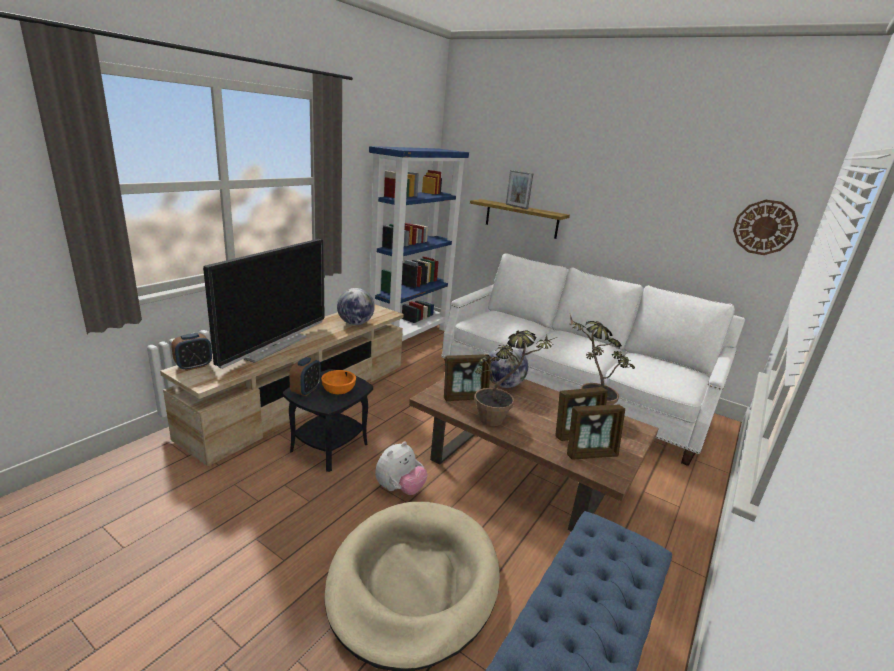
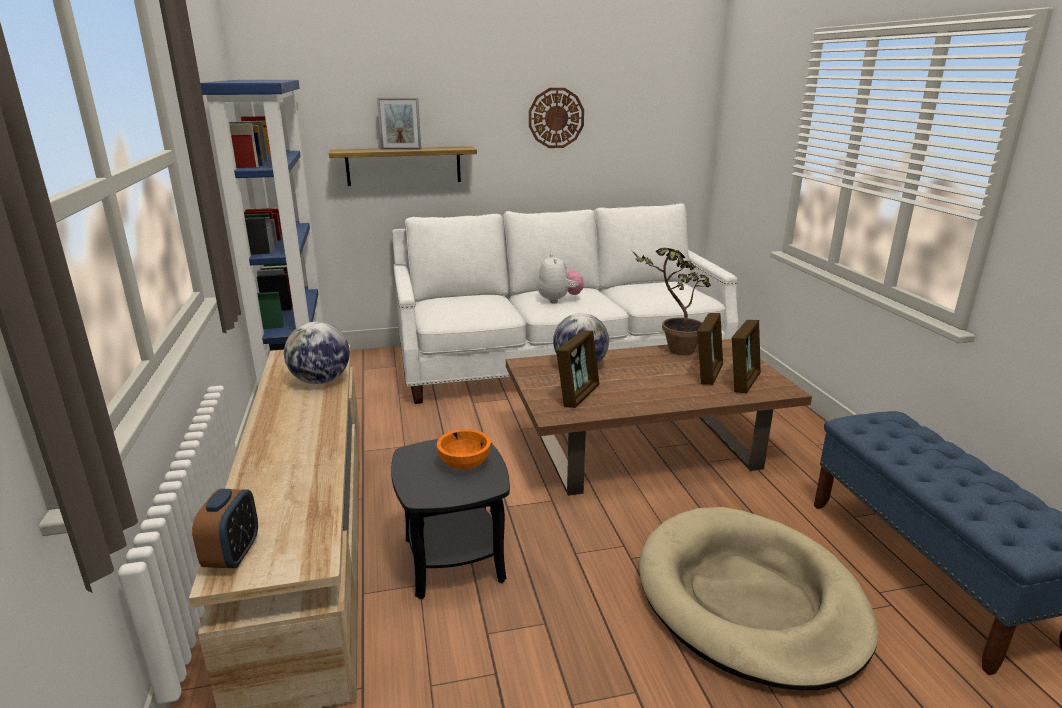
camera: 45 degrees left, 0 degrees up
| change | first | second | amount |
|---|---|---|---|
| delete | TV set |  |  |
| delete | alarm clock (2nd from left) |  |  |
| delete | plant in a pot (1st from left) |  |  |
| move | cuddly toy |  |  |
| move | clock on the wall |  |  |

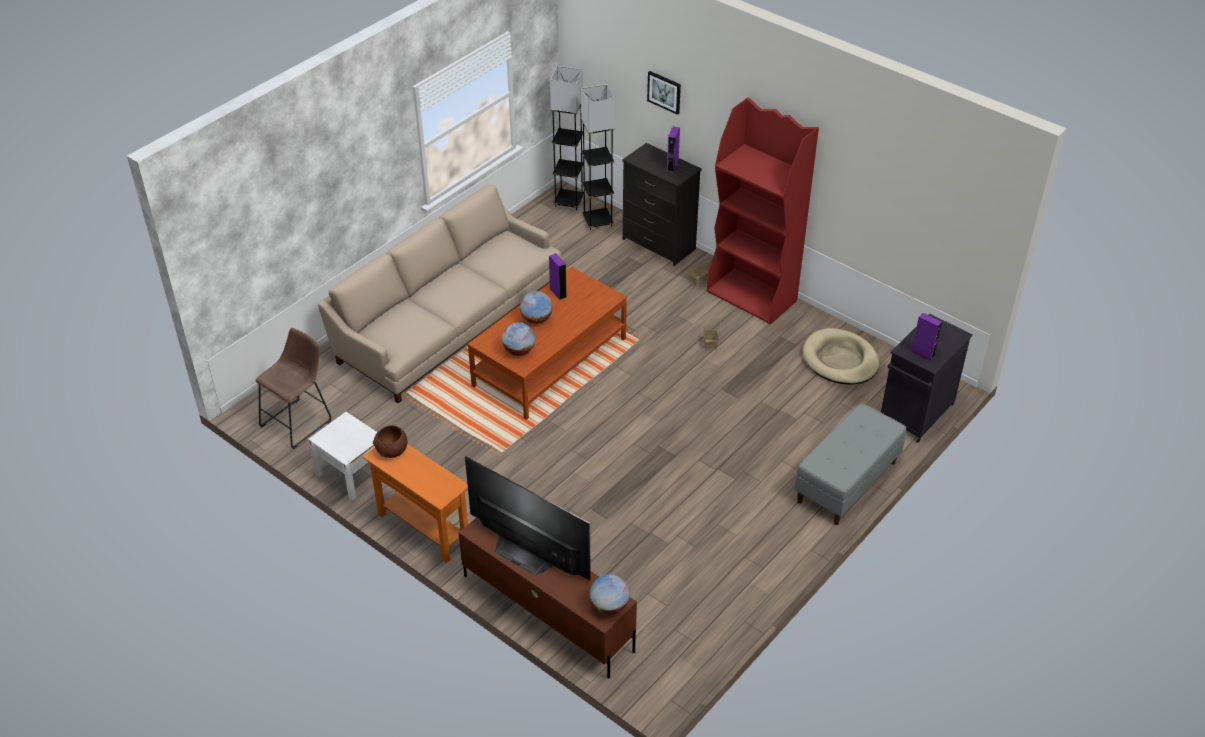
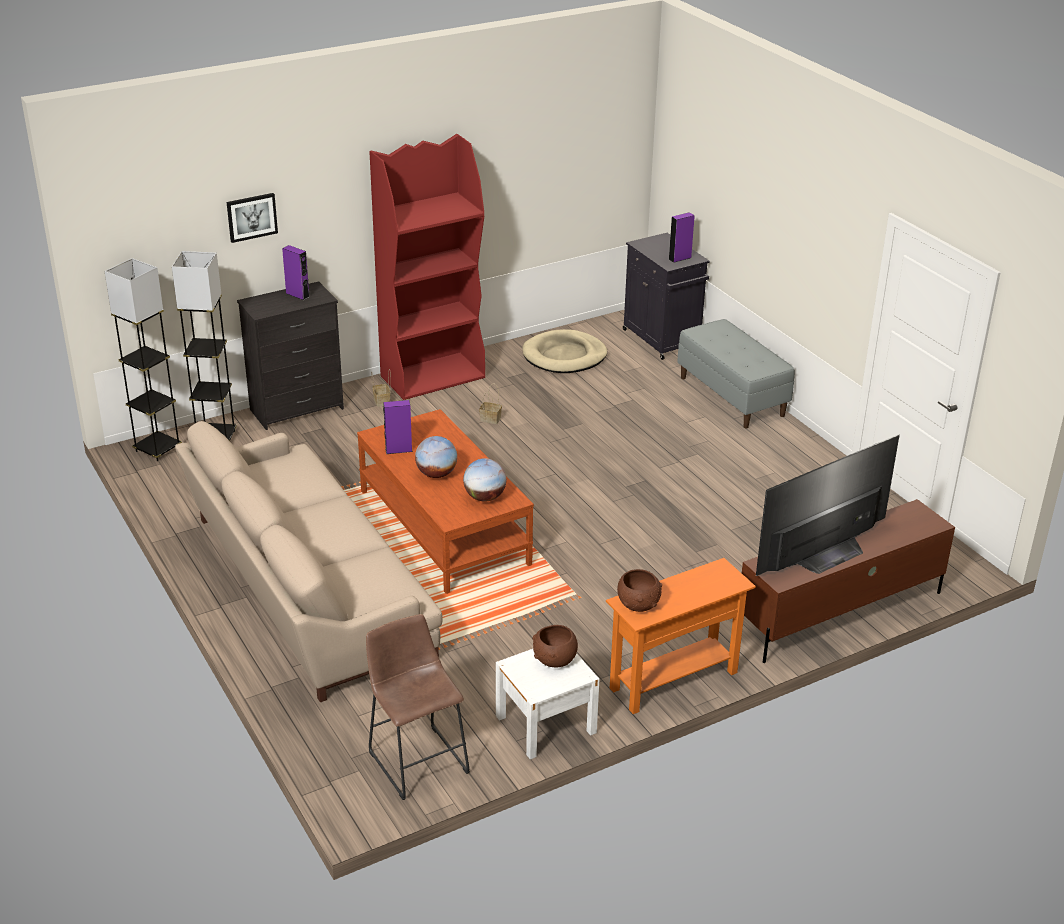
camera: 70 degrees left, 10 degrees down
| change | first | second | amount |
|---|---|---|---|
| delete | globe (3rd from left) |  |  |
| insert |  | brown-coloured deep dish (1st from left) |  |

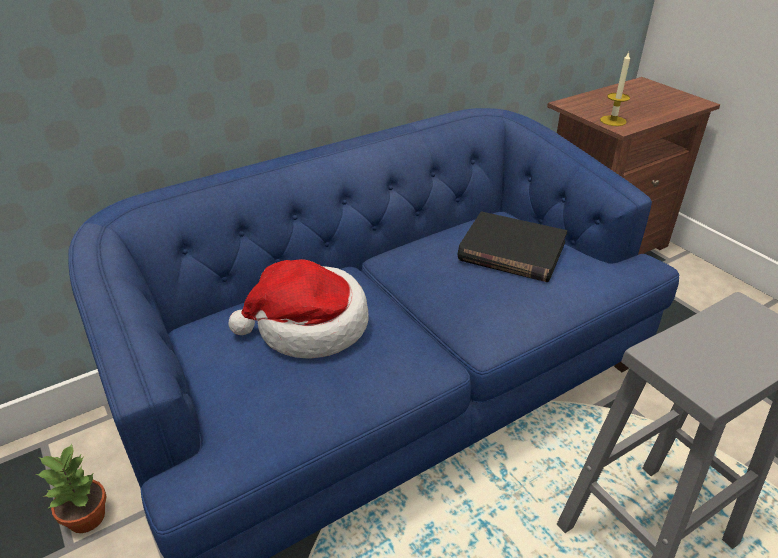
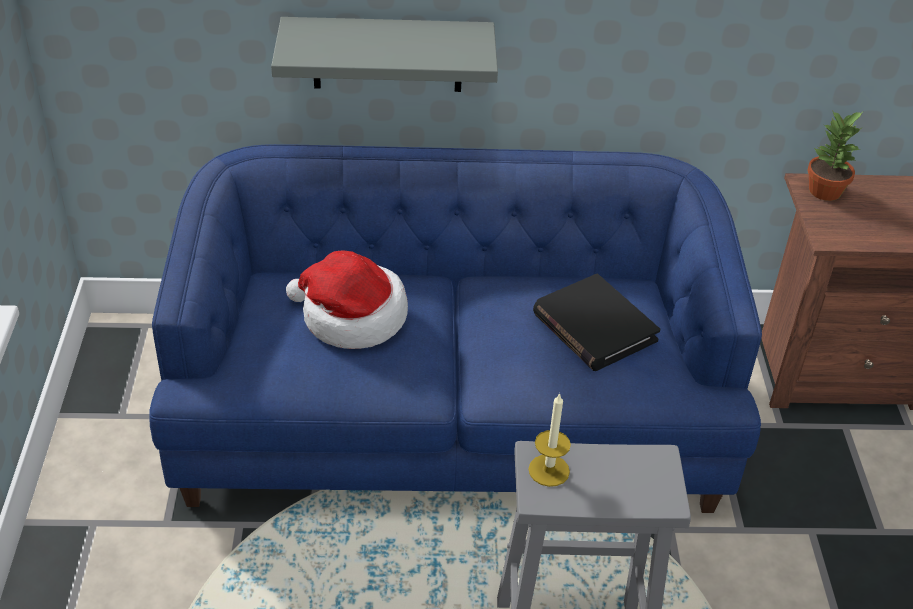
camera: 30 degrees right, 5 degrees up
| change | first | second | amount |
|---|---|---|---|
| insert |  | gray wall shelf |  |
| move | plant in a pot |  |  |
| move | wax candle |  |  |

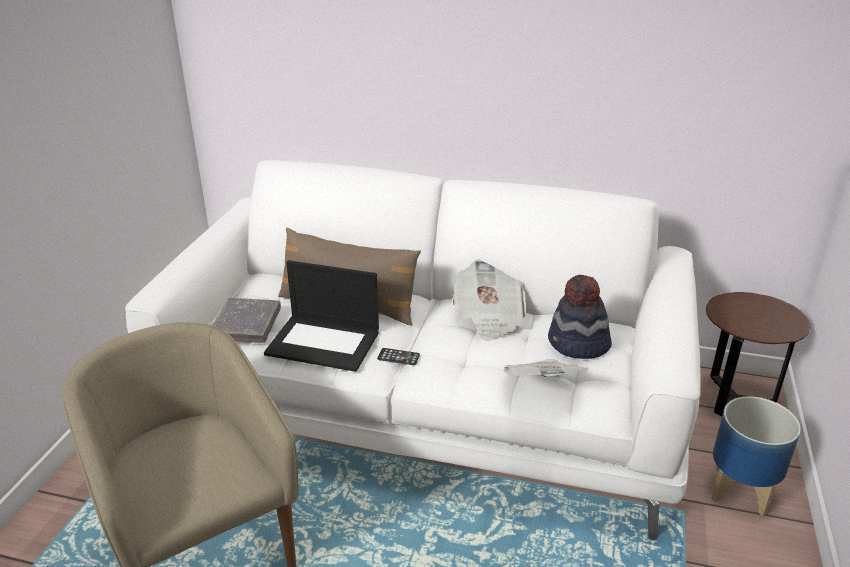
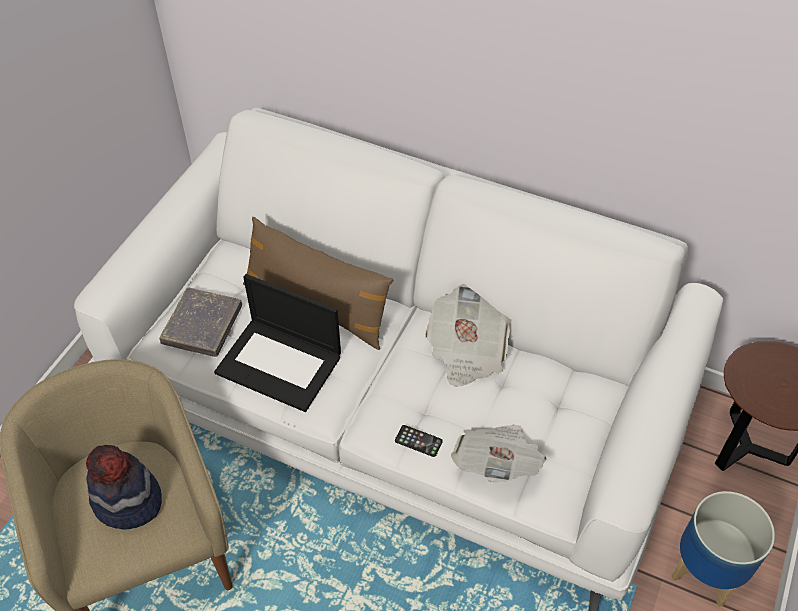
camera: 10 degrees right, 20 degrees up
| change | first | second | amount |
|---|---|---|---|
| move | handset |  |  |
| move | hat |  |  |

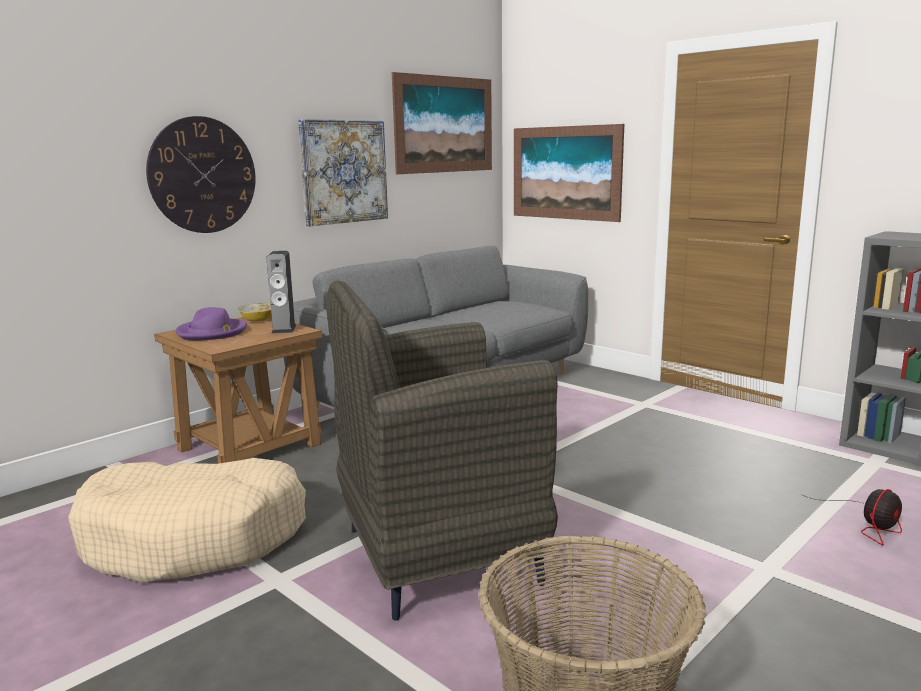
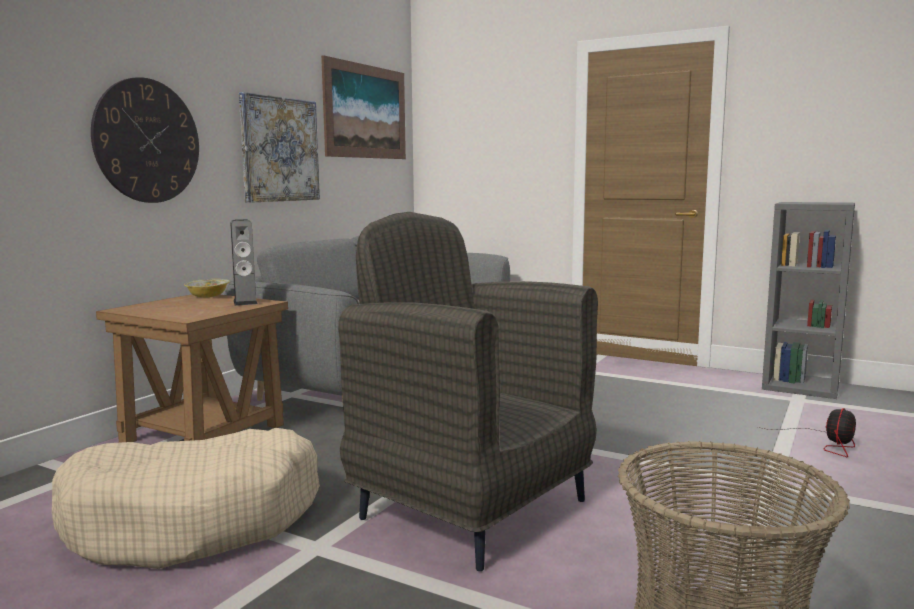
camera: 15 degrees left, 5 degrees down
| change | first | second | amount |
|---|---|---|---|
| delete | purple hat |  |  |
| delete | wall art (3rd from left) |  |  |
| rotate | gray lounge chair |  | 75 degrees clockwise |

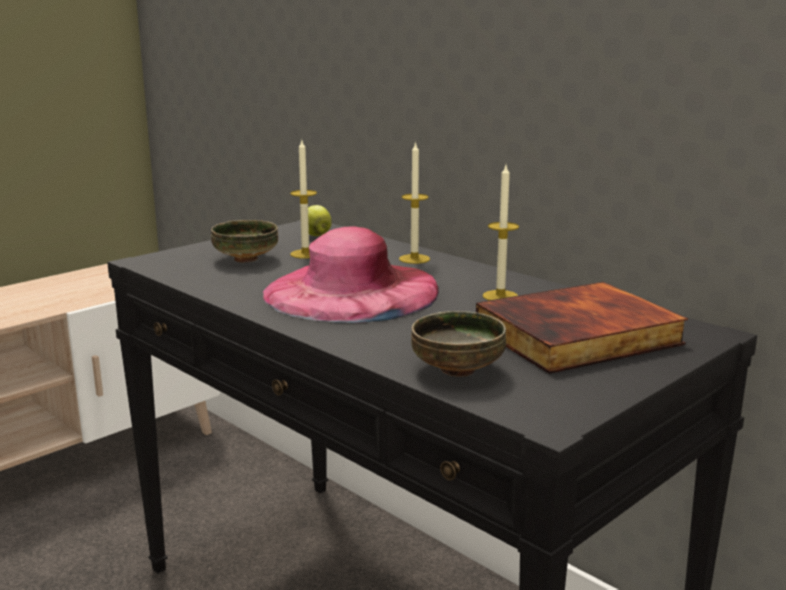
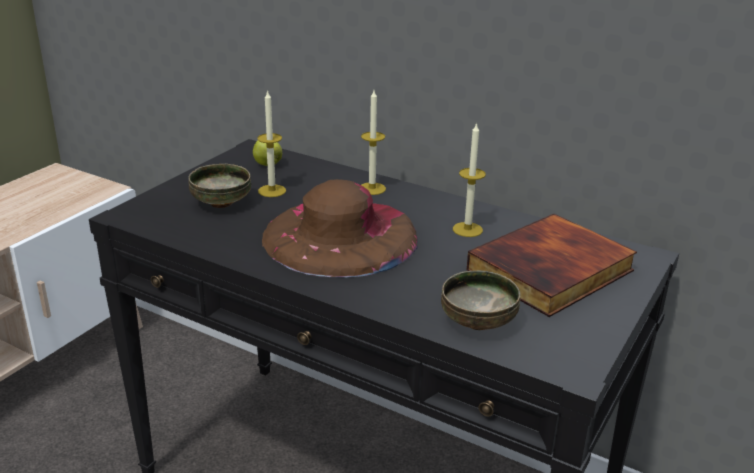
camera: 15 degrees left, 10 degrees up
| change | first | second | amount |
|---|---|---|---|
| recolor | pinkish hat | brown-coloured hat |  |

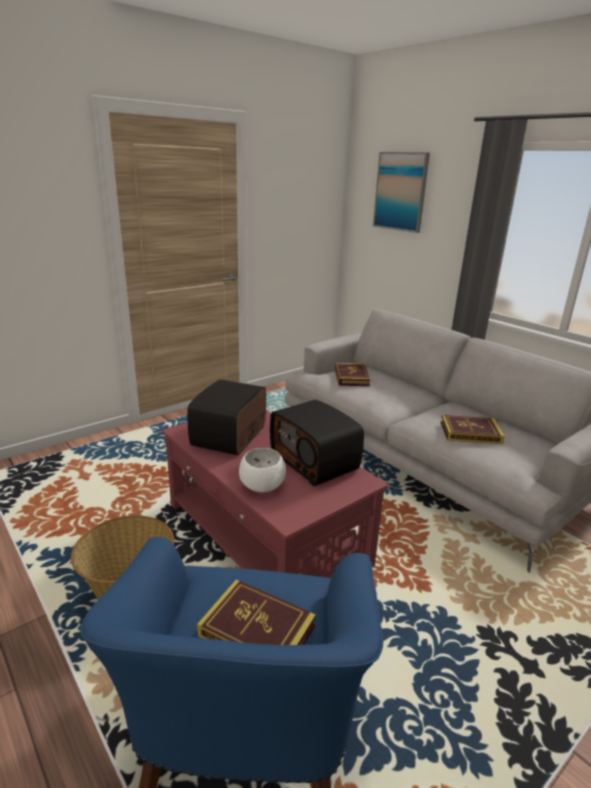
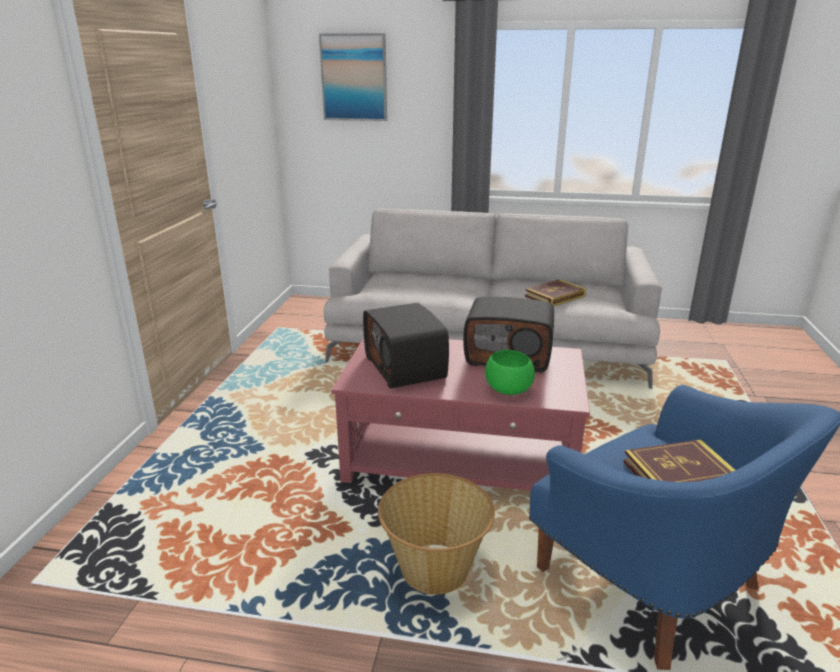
camera: 40 degrees left, 0 degrees up
| change | first | second | amount |
|---|---|---|---|
| delete | book (2nd from left) |  |  |
| recolor | white-coloured deep dish | green deep dish |  |

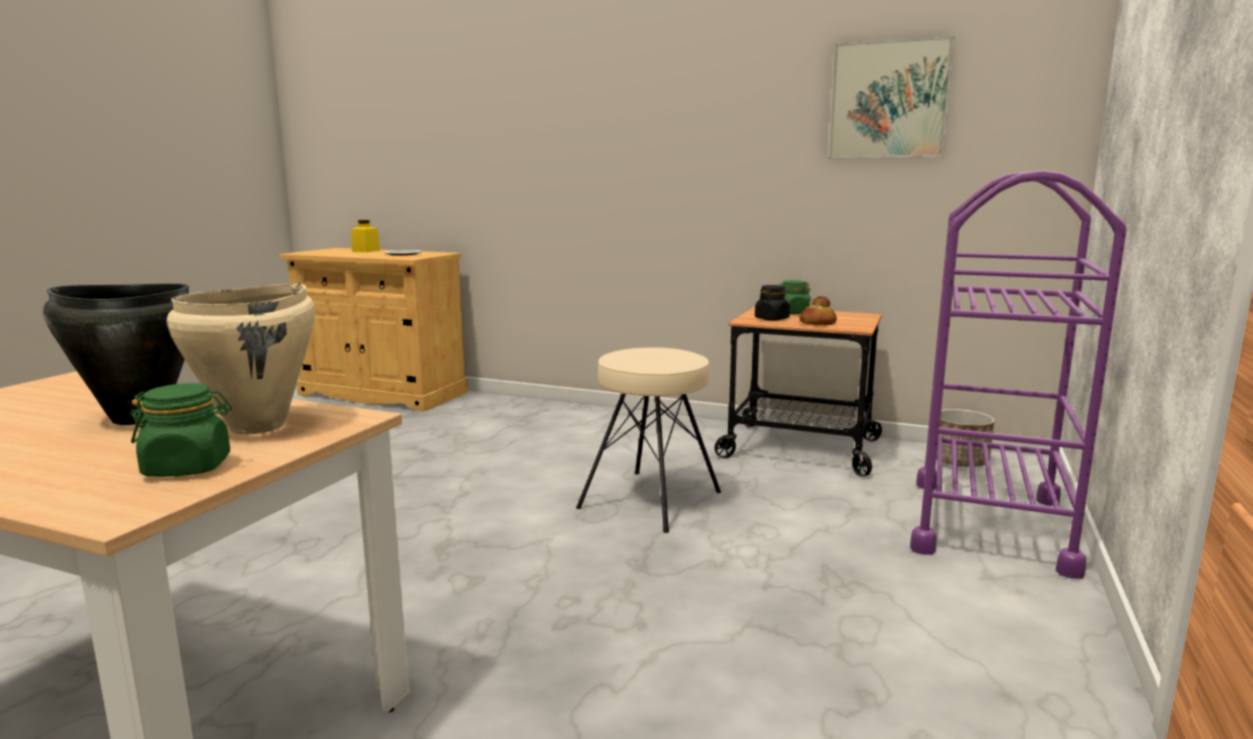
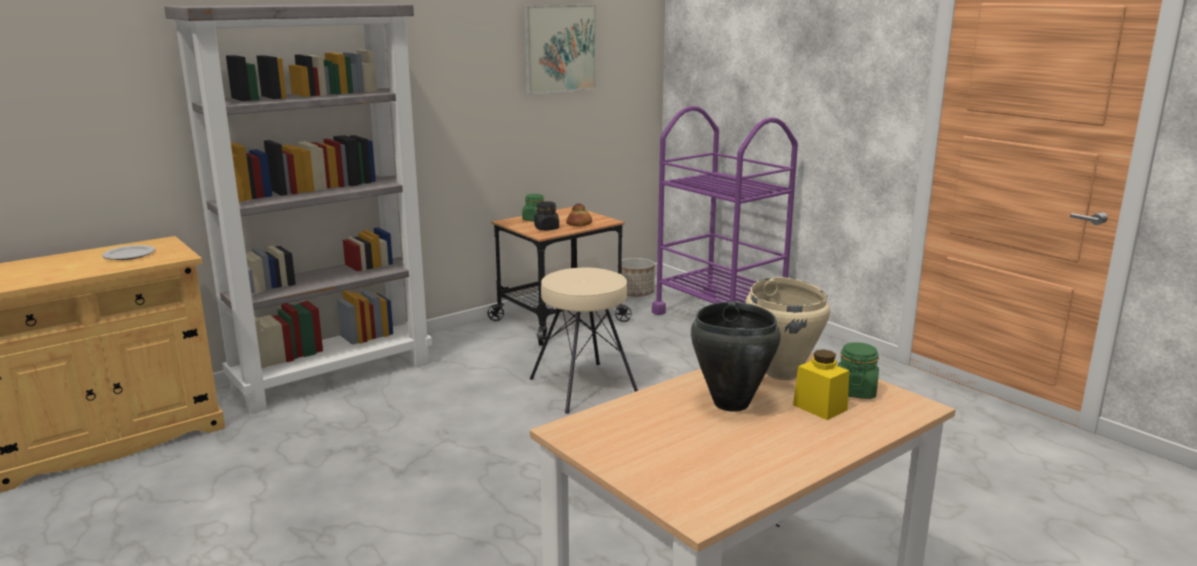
camera: 60 degrees left, 5 degrees up
| change | first | second | amount |
|---|---|---|---|
| insert |  | gray shelving unit |  |
| move | yellow-coloured preserve jar |  |  |

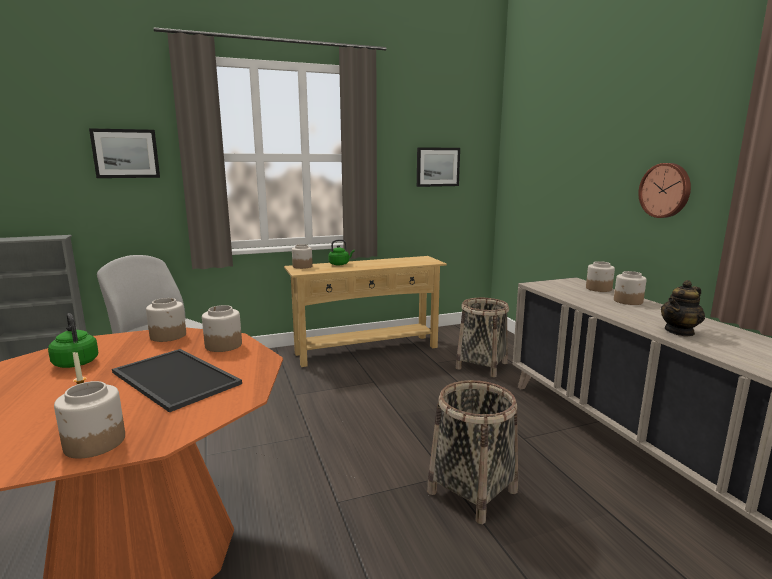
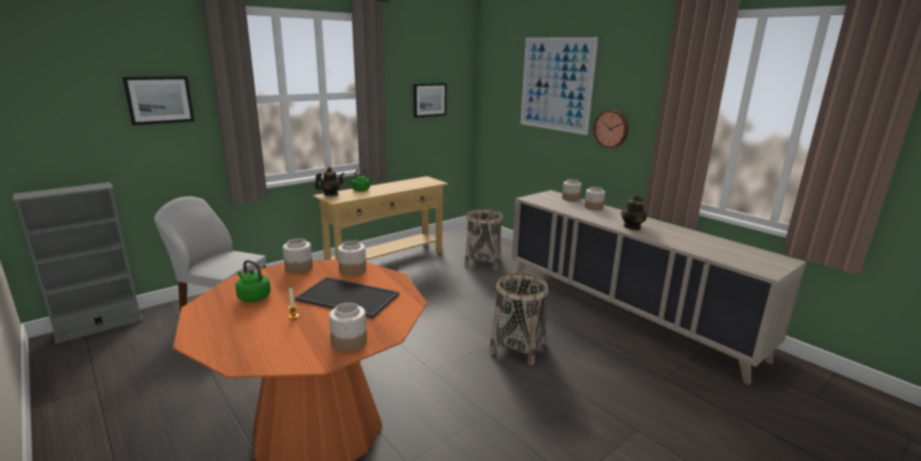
camera: 20 degrees left, 5 degrees up
| change | first | second | amount |
|---|---|---|---|
| insert |  | wall art (3rd from left) |  |
| replace | preserve jar (4th from left) | pot for tea (1st from left) |  |

